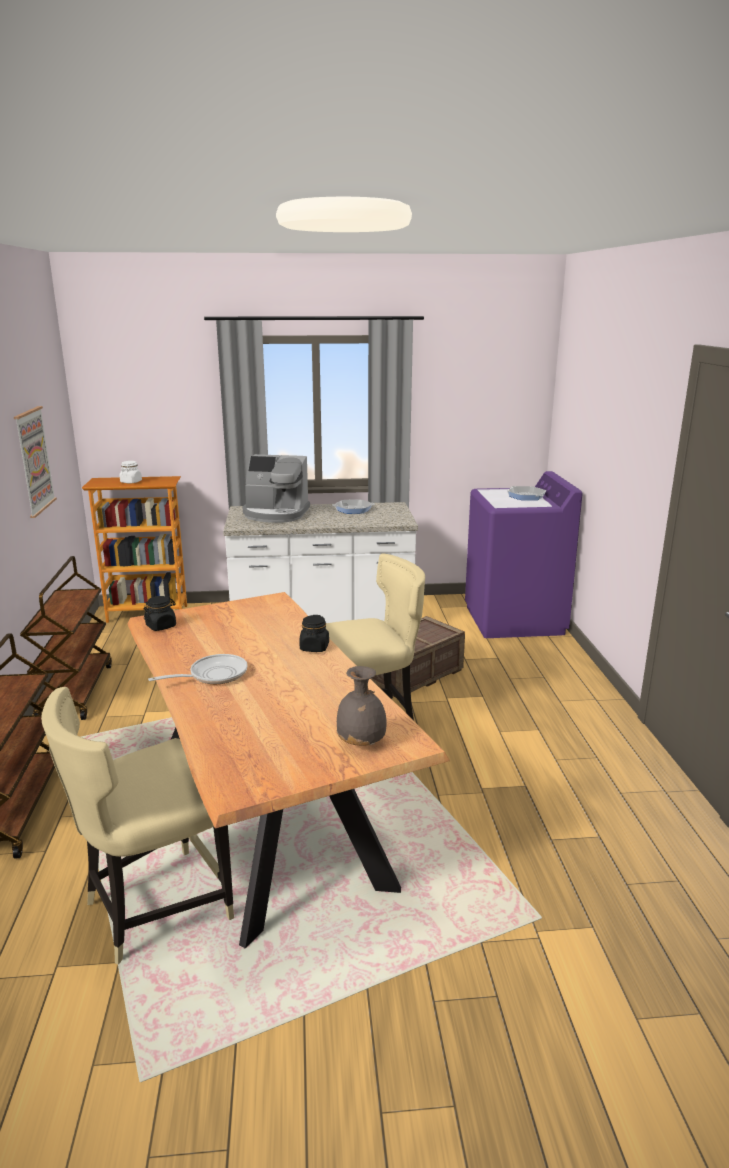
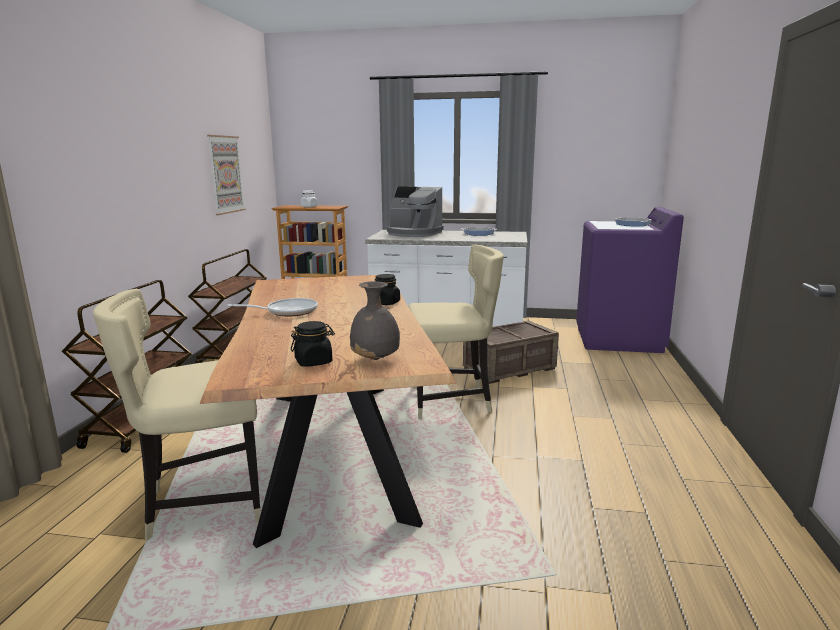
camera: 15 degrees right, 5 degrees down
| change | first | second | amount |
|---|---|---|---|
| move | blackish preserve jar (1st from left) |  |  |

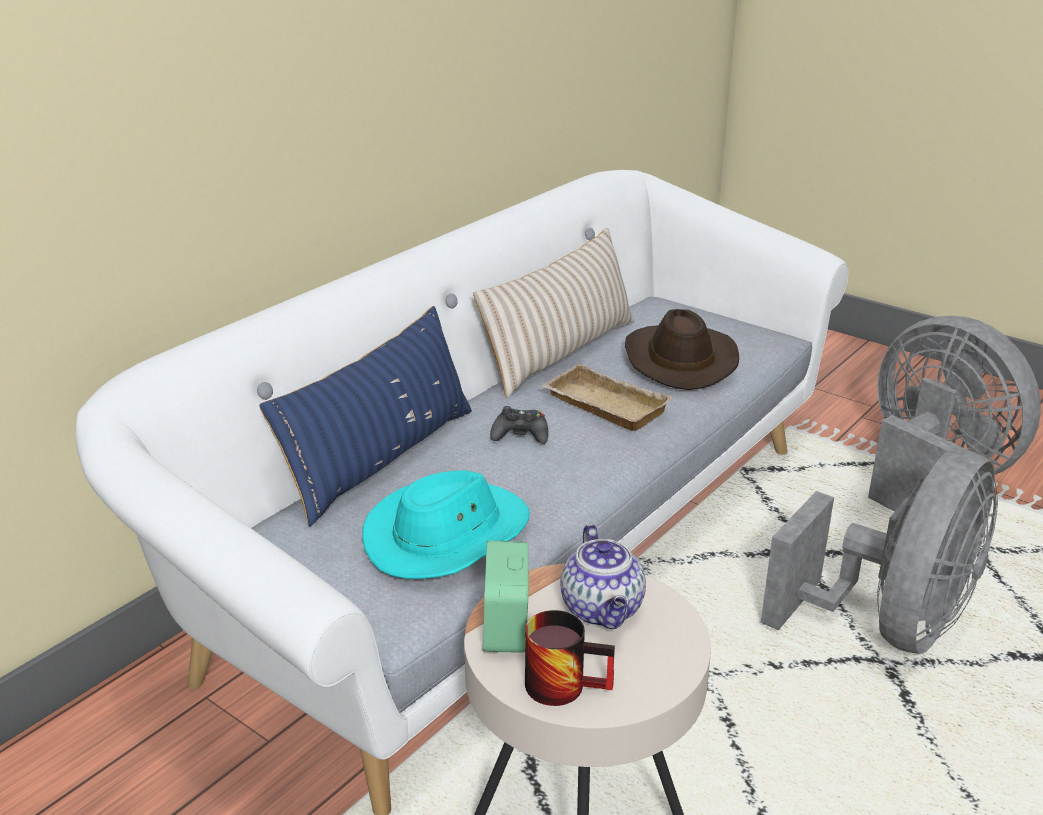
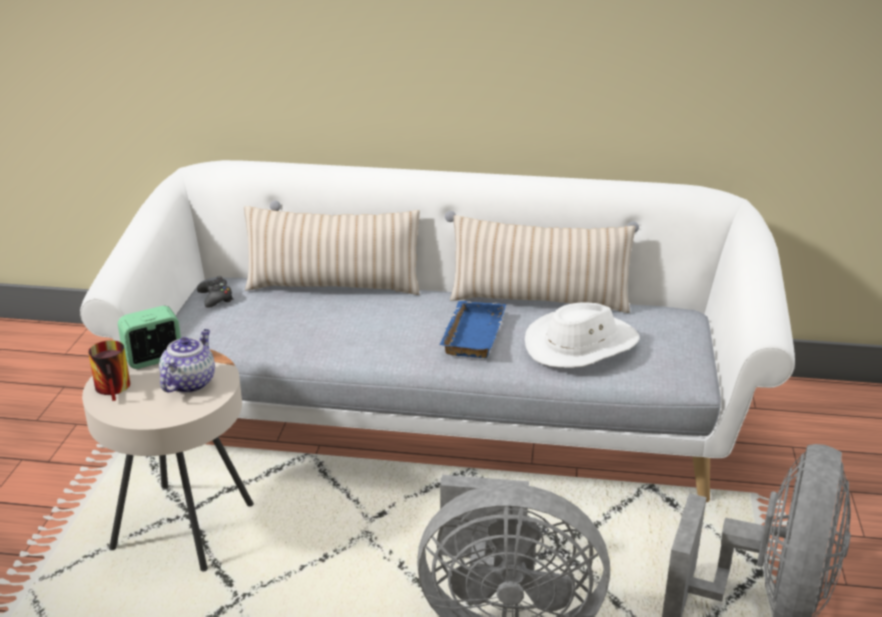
camera: 60 degrees right, 0 degrees up
| change | first | second | amount |
|---|---|---|---|
| delete | turquoise hat |  |  |
| move | blackish game controller |  |  |
| recolor | blue-coloured pillow | sand-coloured pillow (1st from left) |  |
| recolor | sand-coloured carrying tray | blue-coloured carrying tray |  |
| recolor | brown-coloured hat | white-coloured hat |  |
| rotate | pot for tea |  | 150 degrees clockwise |

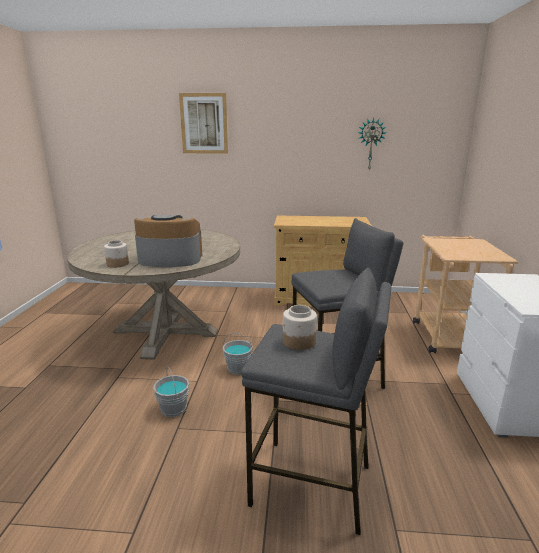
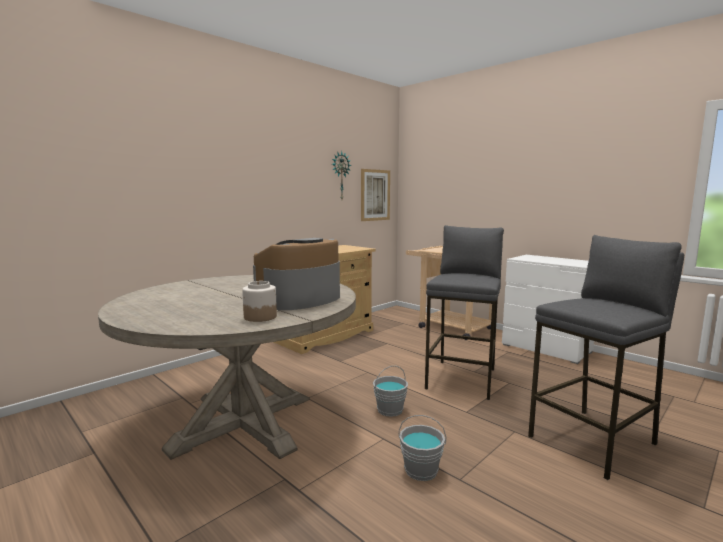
camera: 50 degrees left, 10 degrees down
| change | first | second | amount |
|---|---|---|---|
| delete | preserve jar (2nd from left) |  |  |
| move | wall art |  |  |

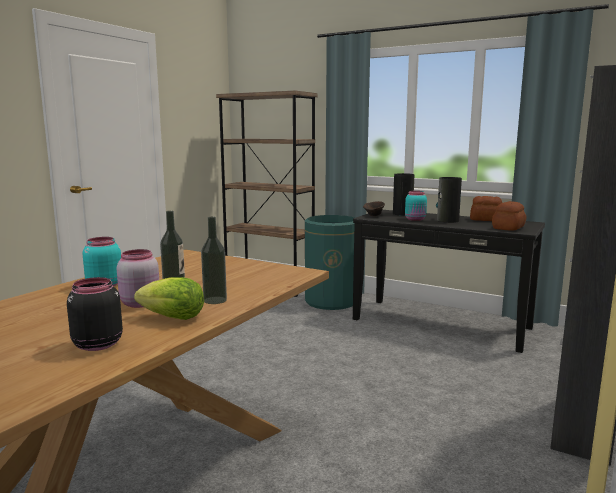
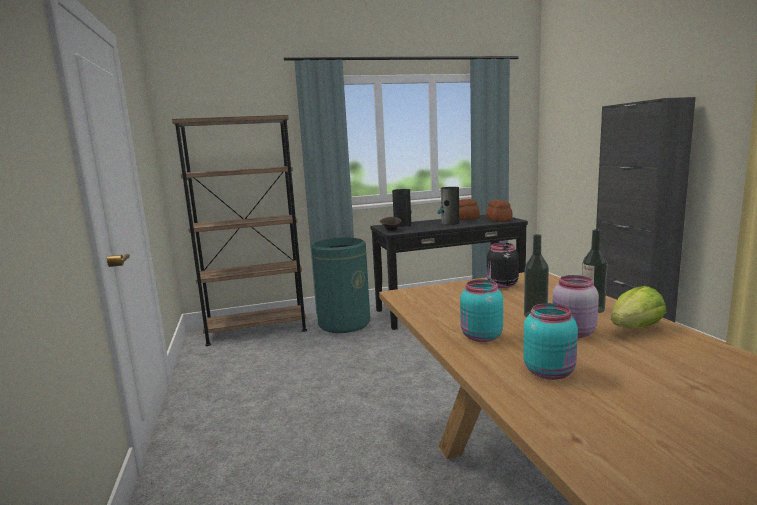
camera: 45 degrees left, 0 degrees up
| change | first | second | amount |
|---|---|---|---|
| move | blackish preserve jar |  |  |
| move | turquoise preserve jar (2nd from left) |  |  |

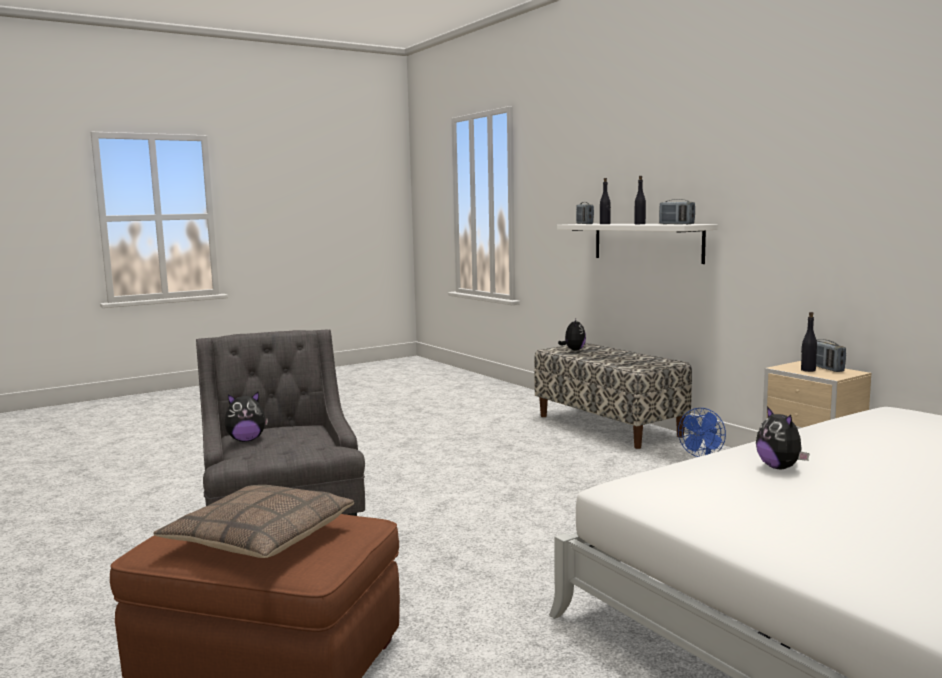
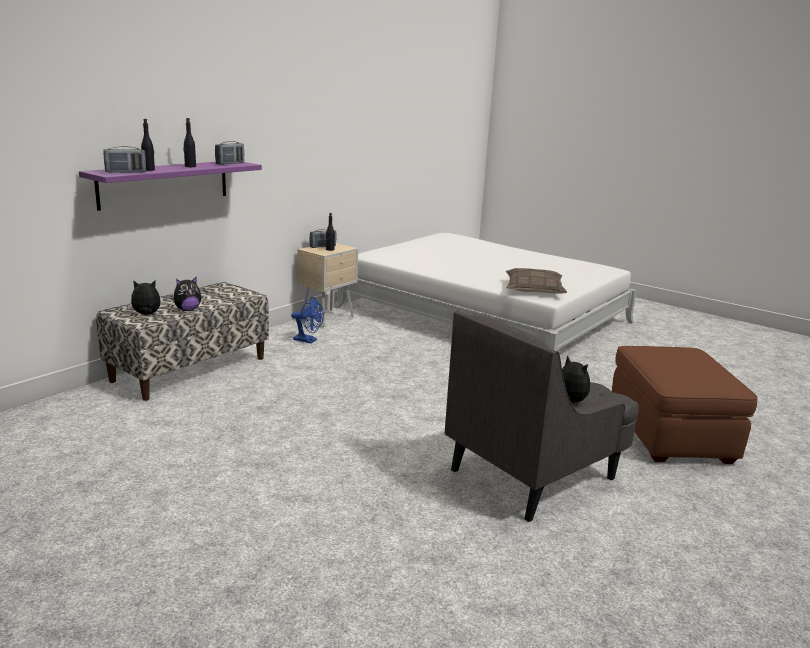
camera: 110 degrees left, 10 degrees up
| change | first | second | amount |
|---|---|---|---|
| move | pillow |  |  |
| move | cuddly toy (3rd from left in the first image) | cuddly toy (2nd from left) |  |
| recolor | white-coloured wall shelf | purple wall shelf |  |

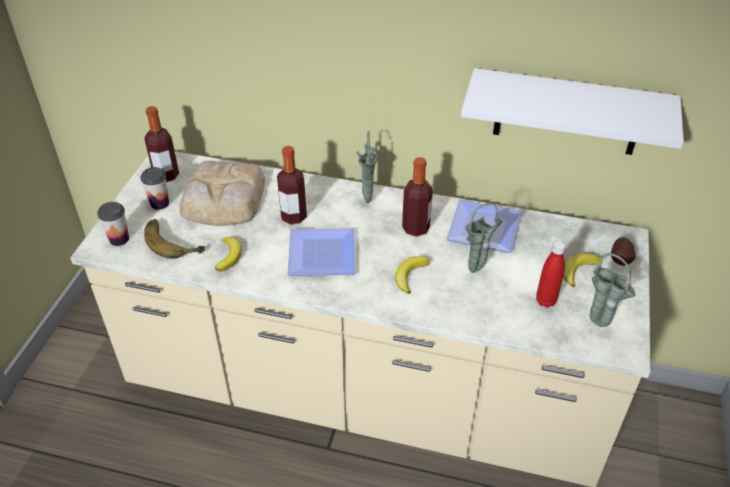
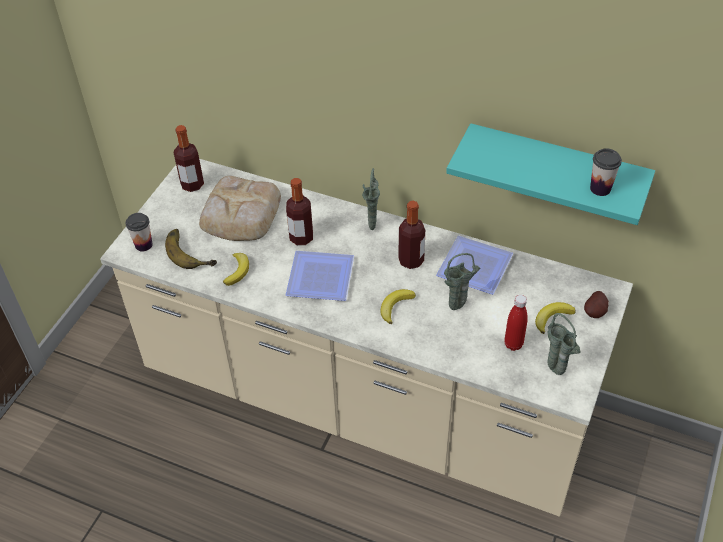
camera: 10 degrees right, 5 degrees up
| change | first | second | amount |
|---|---|---|---|
| move | cup (2nd from left) |  |  |
| recolor | white-coloured wall shelf | turquoise wall shelf |  |

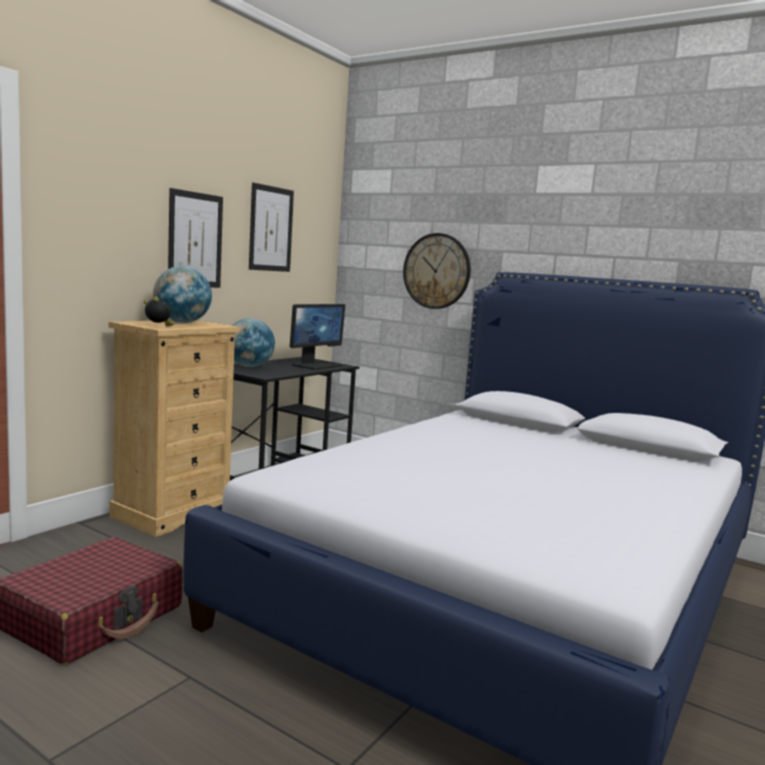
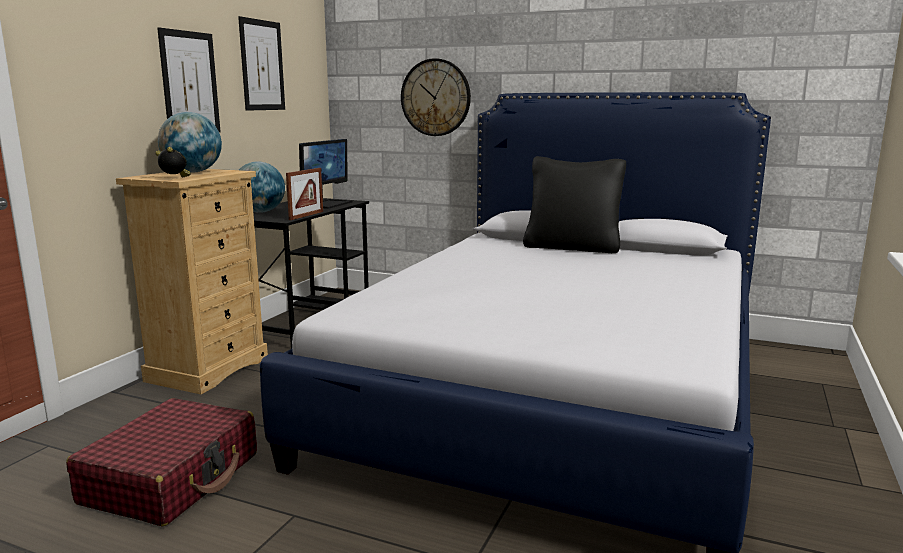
camera: 10 degrees left, 5 degrees up
| change | first | second | amount |
|---|---|---|---|
| insert |  | picture frame |  |
| insert |  | blackish pillow |  |

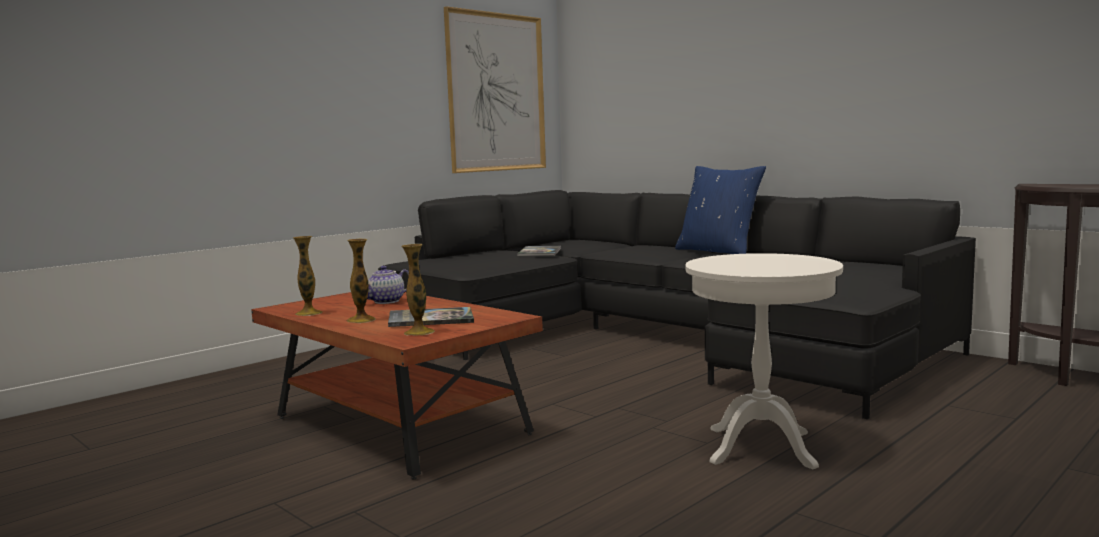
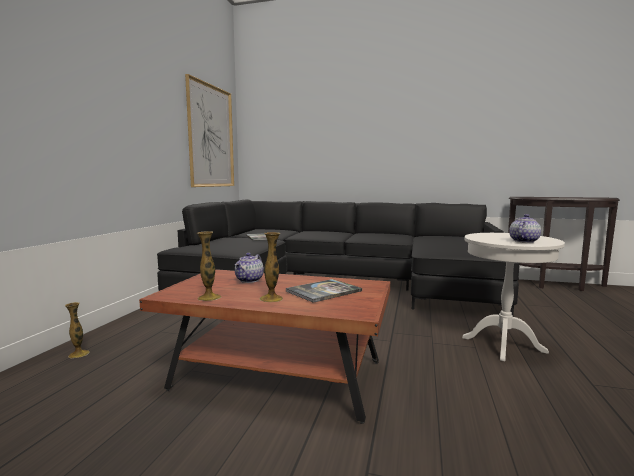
camera: 30 degrees left, 0 degrees up
| change | first | second | amount |
|---|---|---|---|
| delete | blue-coloured pillow |  |  |
| insert |  | pot for tea (2nd from left) |  |
| move | decorative vase (3rd from left in the first image) | decorative vase (1st from left) |  |

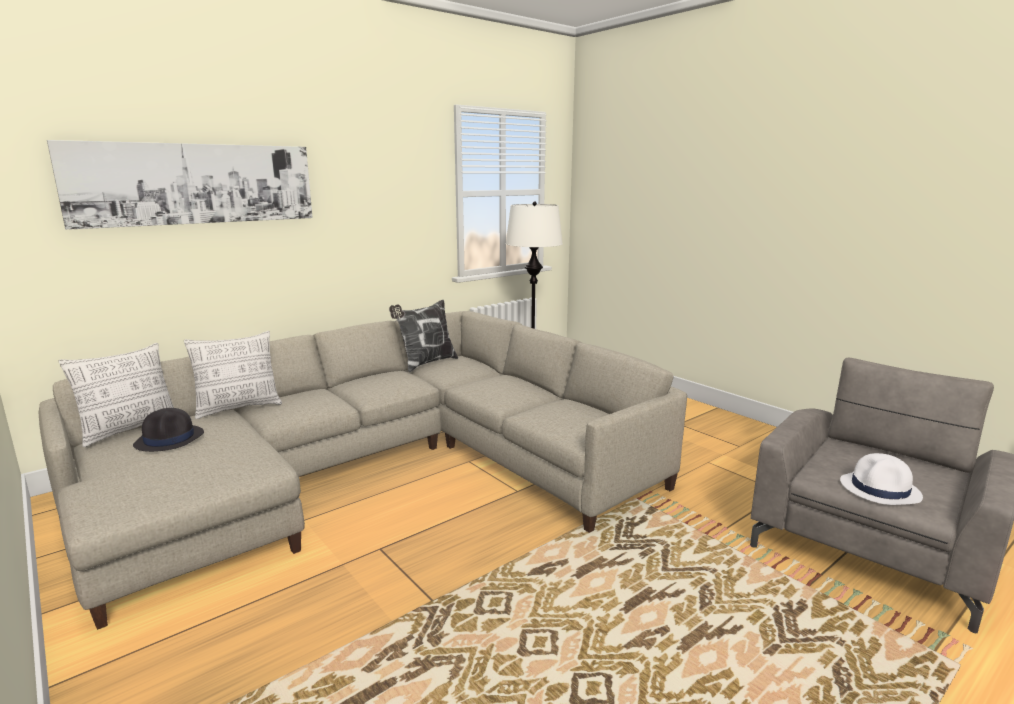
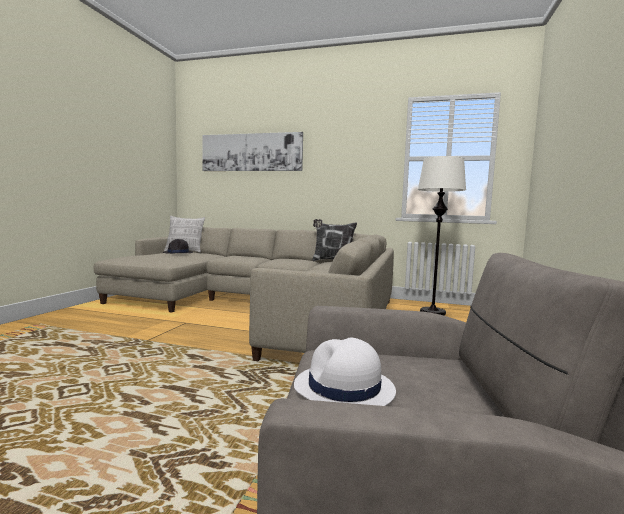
camera: 55 degrees right, 10 degrees down
| change | first | second | amount |
|---|---|---|---|
| delete | pillow (2nd from left) |  |  |

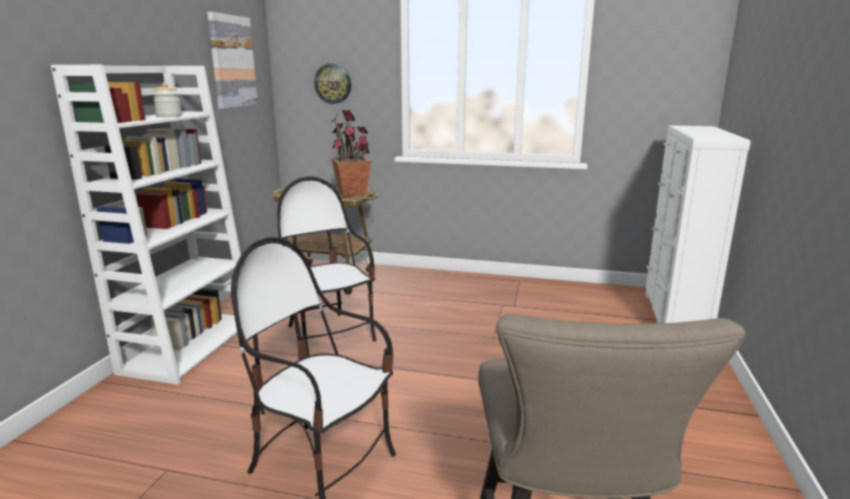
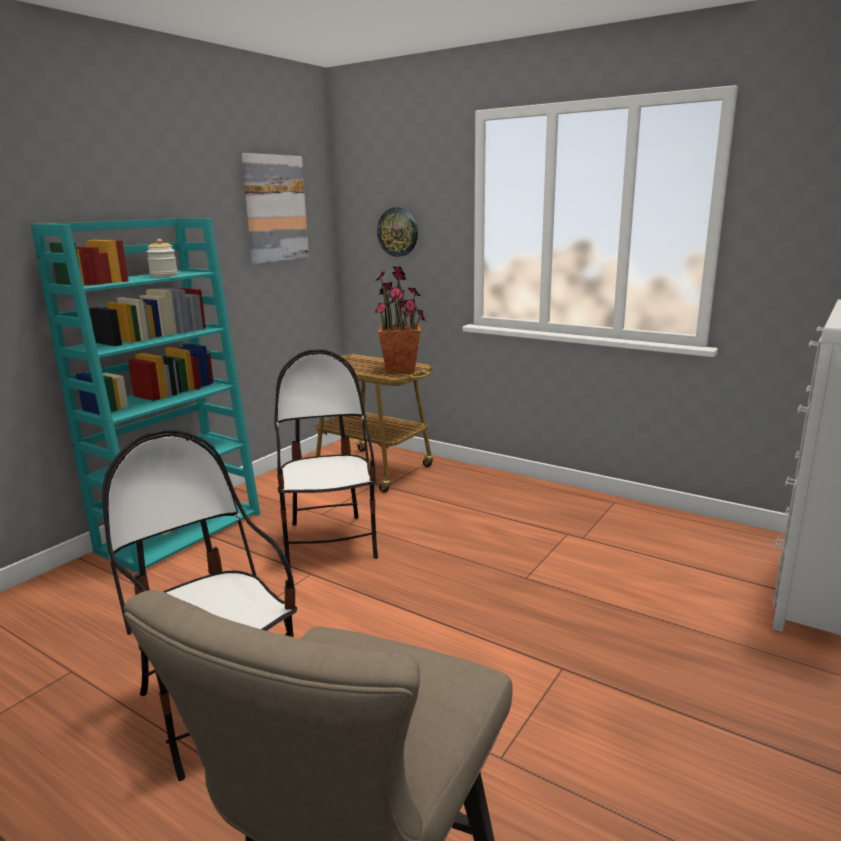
camera: 20 degrees right, 0 degrees up
| change | first | second | amount |
|---|---|---|---|
| recolor | white-coloured shelving unit | turquoise shelving unit |  |

